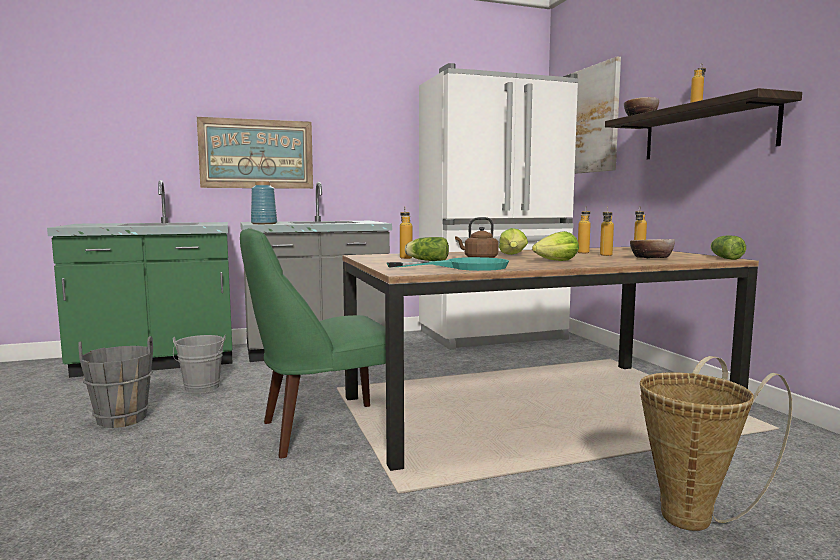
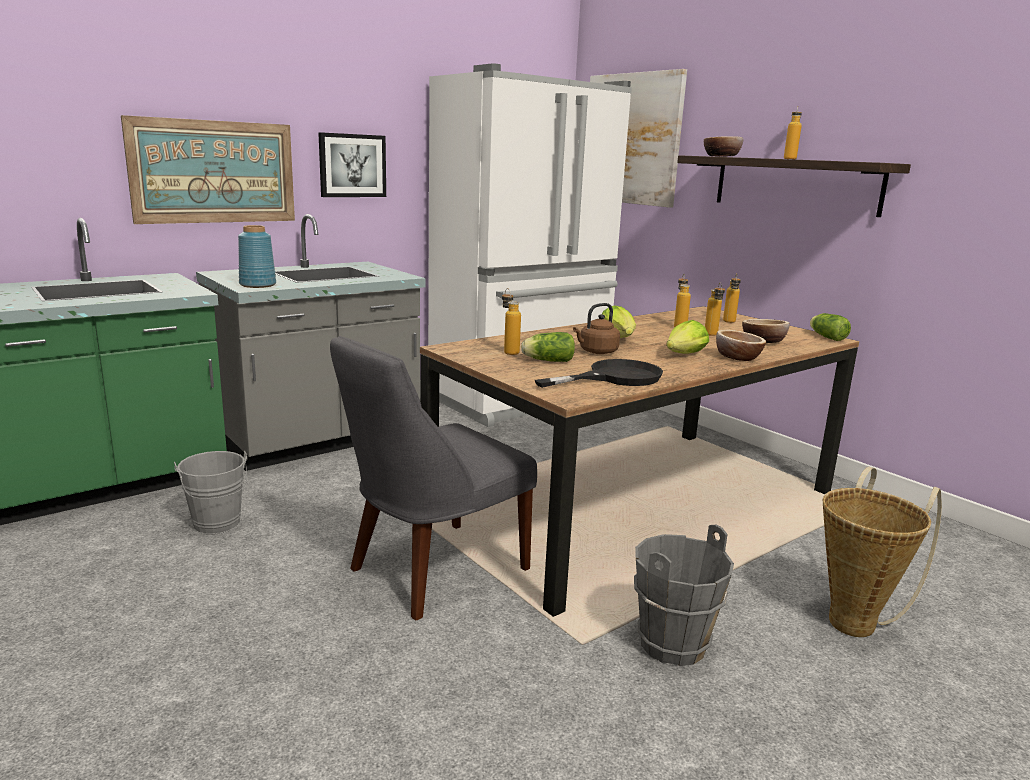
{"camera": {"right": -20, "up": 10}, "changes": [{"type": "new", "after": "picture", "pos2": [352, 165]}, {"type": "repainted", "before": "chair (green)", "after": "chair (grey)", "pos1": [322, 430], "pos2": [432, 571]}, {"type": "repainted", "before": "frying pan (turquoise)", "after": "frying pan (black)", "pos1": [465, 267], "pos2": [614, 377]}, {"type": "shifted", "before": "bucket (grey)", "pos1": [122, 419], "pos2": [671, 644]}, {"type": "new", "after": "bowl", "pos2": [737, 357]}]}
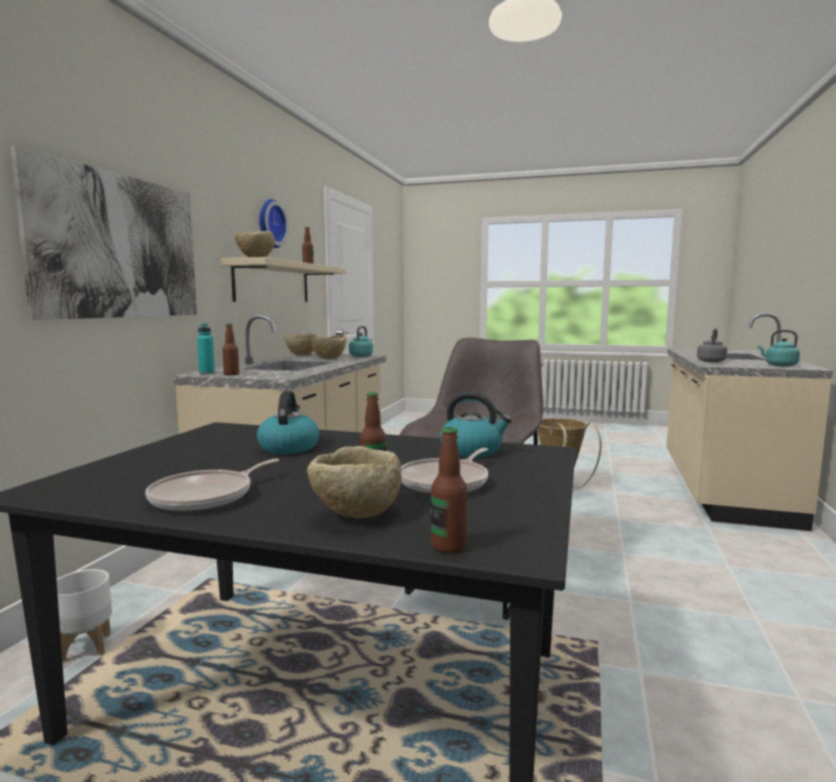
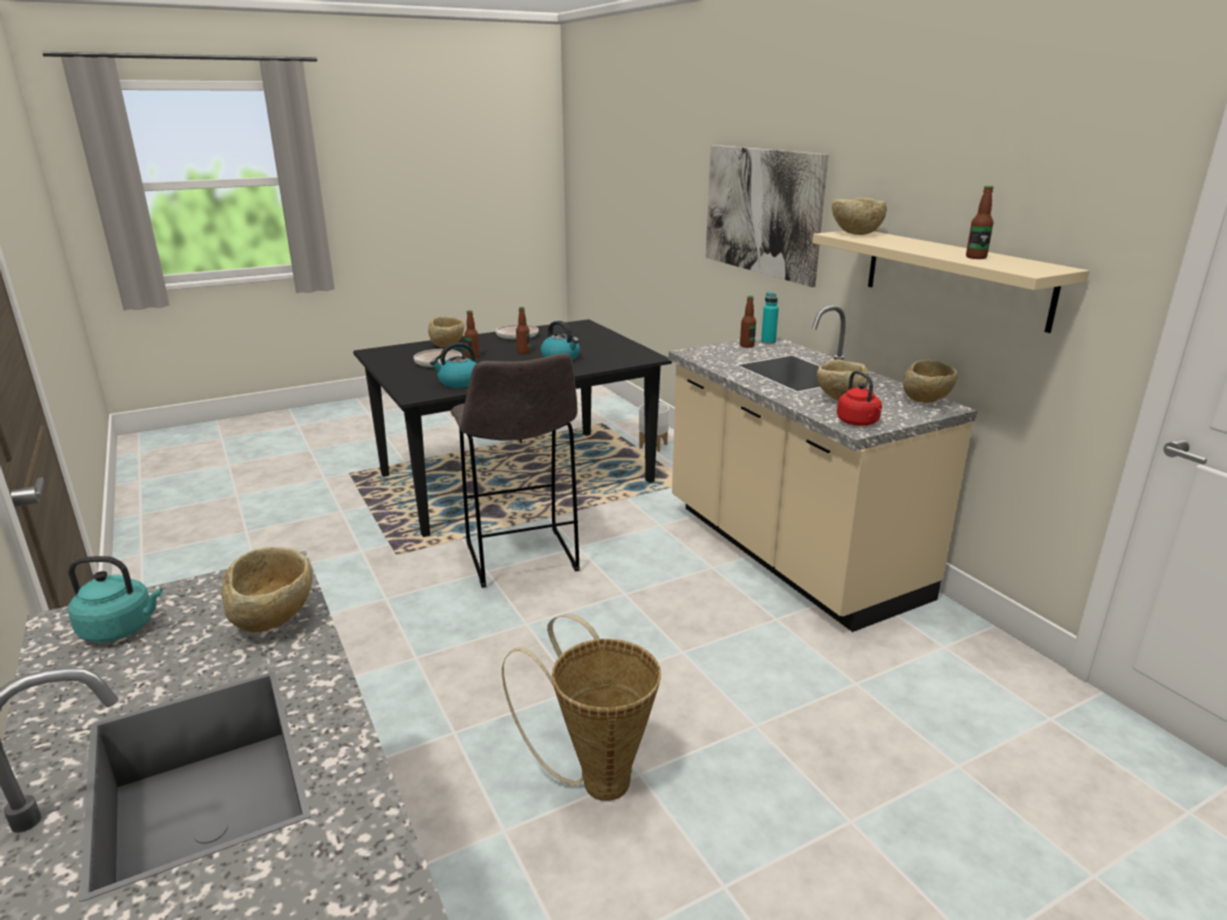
{"camera": {"right": 135, "up": 15}, "changes": [{"type": "swapped", "before": "kettle (grey)", "after": "bowl (beige)", "pos1": [711, 361], "pos2": [275, 621]}, {"type": "shifted", "before": "bottle", "pos1": [448, 546], "pos2": [523, 352]}, {"type": "repainted", "before": "kettle (turquoise)", "after": "kettle (red)", "pos1": [362, 356], "pos2": [859, 423]}, {"type": "gone", "before": "wall clock", "pos1": [270, 224]}]}
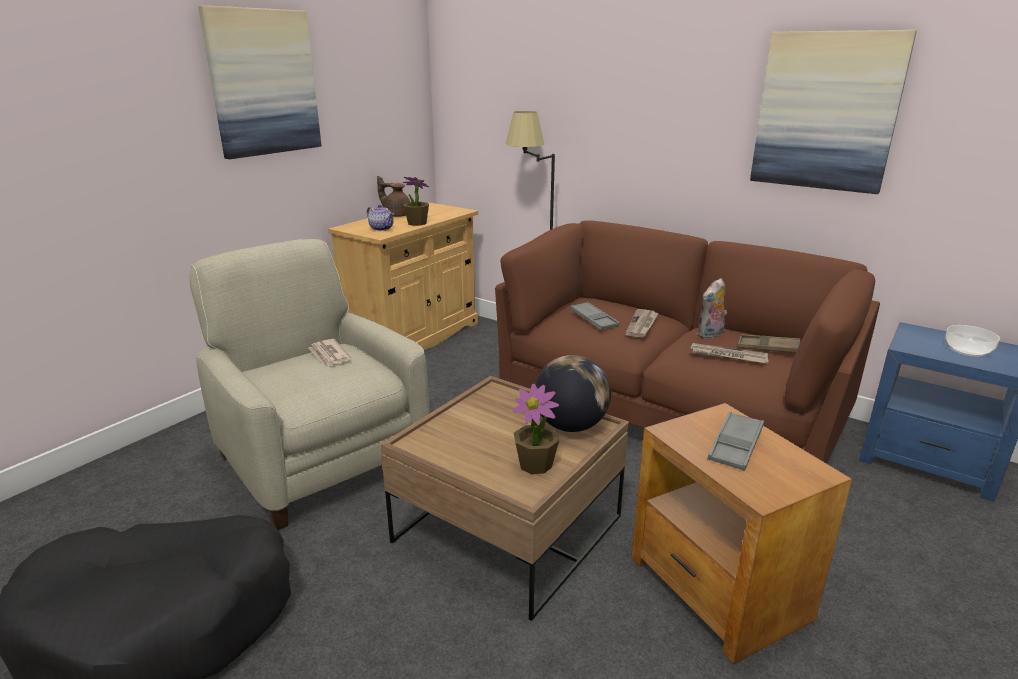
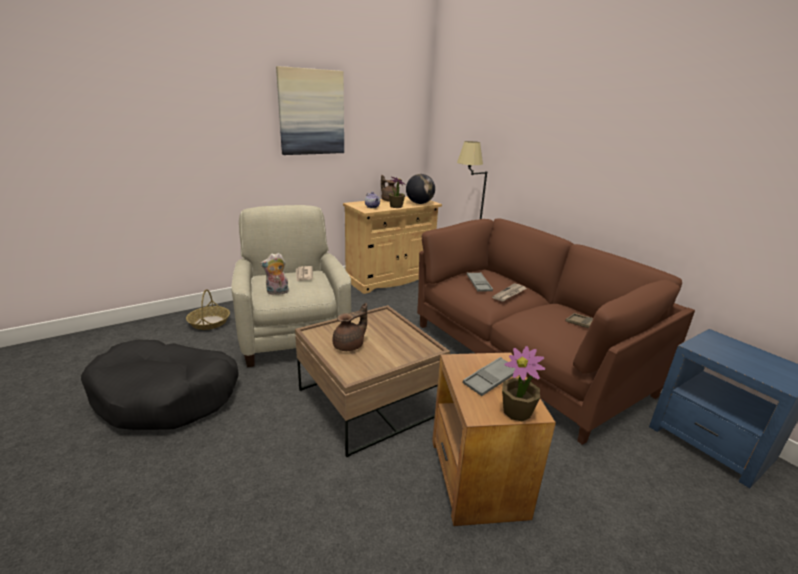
{"camera": {"right": 20, "up": 0}, "changes": [{"type": "new", "after": "basket", "pos2": [209, 322]}, {"type": "shifted", "before": "plush toy", "pos1": [710, 335], "pos2": [277, 292]}, {"type": "new", "after": "teapot (brown)", "pos2": [350, 345]}, {"type": "shifted", "before": "globe", "pos1": [570, 426], "pos2": [419, 203]}, {"type": "shifted", "before": "potted plant", "pos1": [536, 464], "pos2": [517, 412]}, {"type": "gone", "before": "newspaper", "pos1": [728, 356]}, {"type": "gone", "before": "picture", "pos1": [826, 112]}, {"type": "gone", "before": "bowl", "pos1": [968, 350]}]}
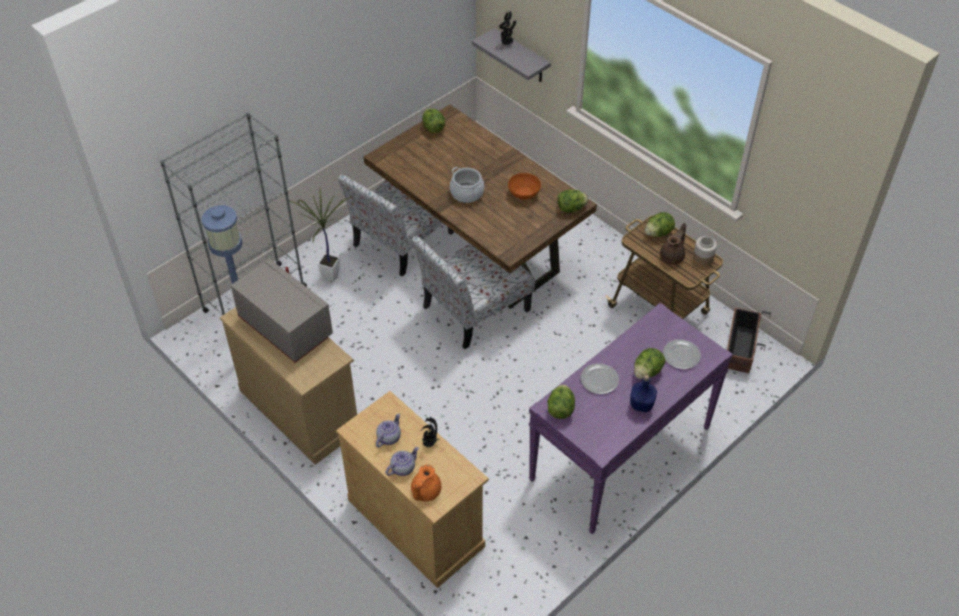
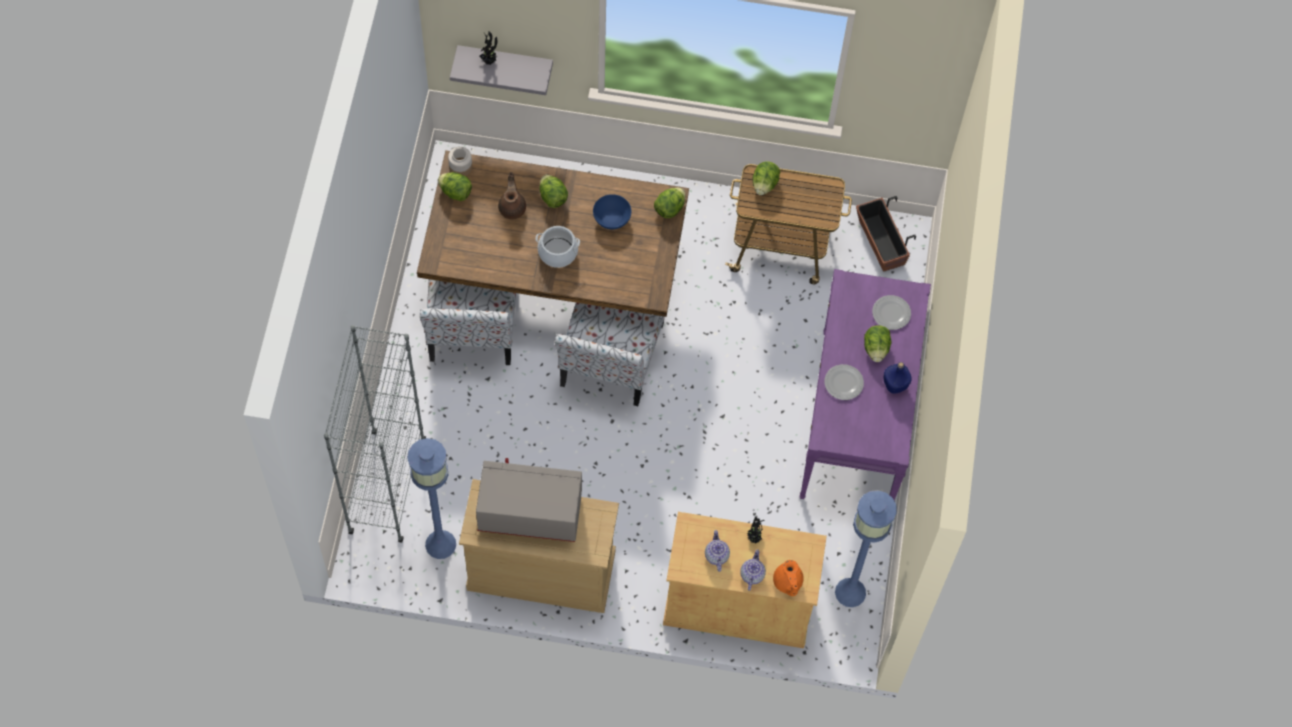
{"camera": {"right": -40, "up": 15}, "changes": [{"type": "shifted", "before": "jar", "pos1": [703, 257], "pos2": [460, 167]}, {"type": "shifted", "before": "teapot (brown)", "pos1": [672, 257], "pos2": [512, 207]}, {"type": "shifted", "before": "lettuce", "pos1": [560, 409], "pos2": [552, 197]}, {"type": "repainted", "before": "bowl (orange)", "after": "bowl (blue)", "pos1": [524, 193], "pos2": [611, 218]}, {"type": "new", "after": "floor lamp (blue)", "pos2": [850, 593]}, {"type": "gone", "before": "potted plant", "pos1": [329, 274]}]}
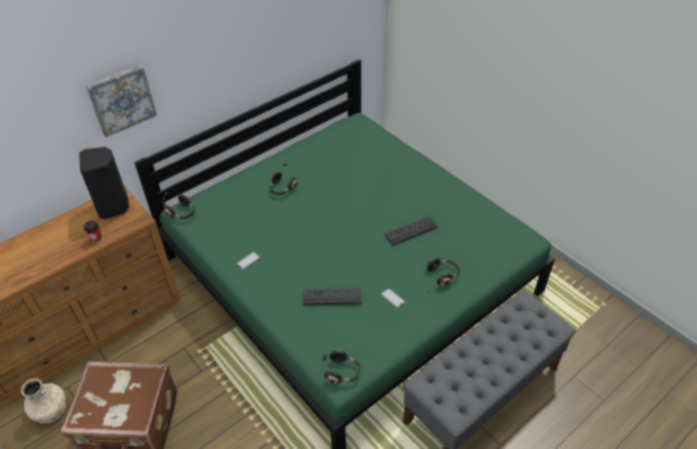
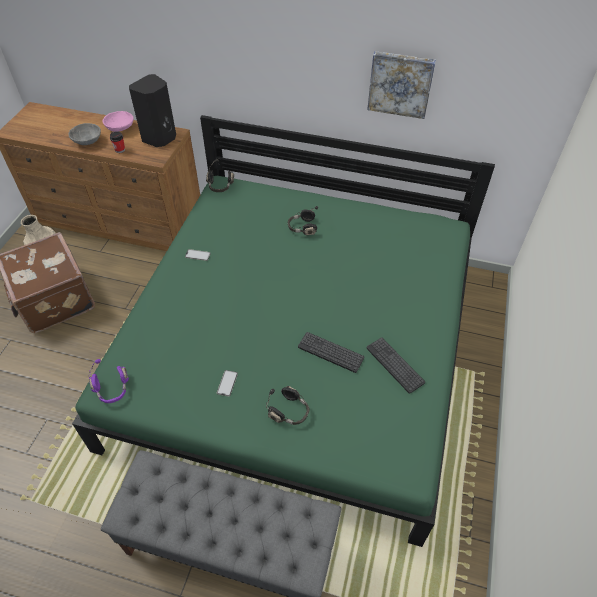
{"camera": {"right": 55, "up": 5}, "changes": [{"type": "new", "after": "bowl (grey)", "pos2": [87, 141]}, {"type": "repainted", "before": "headphones (black)", "after": "headphones (purple)", "pos1": [342, 372], "pos2": [112, 389]}, {"type": "new", "after": "bowl (pink)", "pos2": [120, 129]}, {"type": "shifted", "before": "picture", "pos1": [121, 99], "pos2": [400, 84]}, {"type": "shifted", "before": "keyboard", "pos1": [332, 297], "pos2": [395, 365]}]}
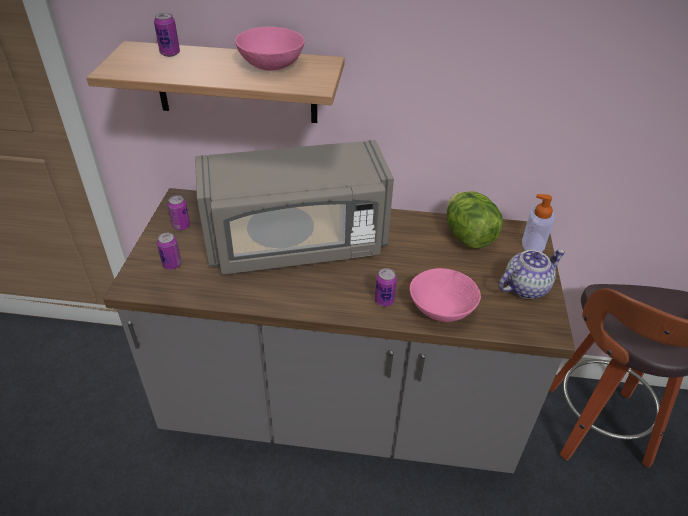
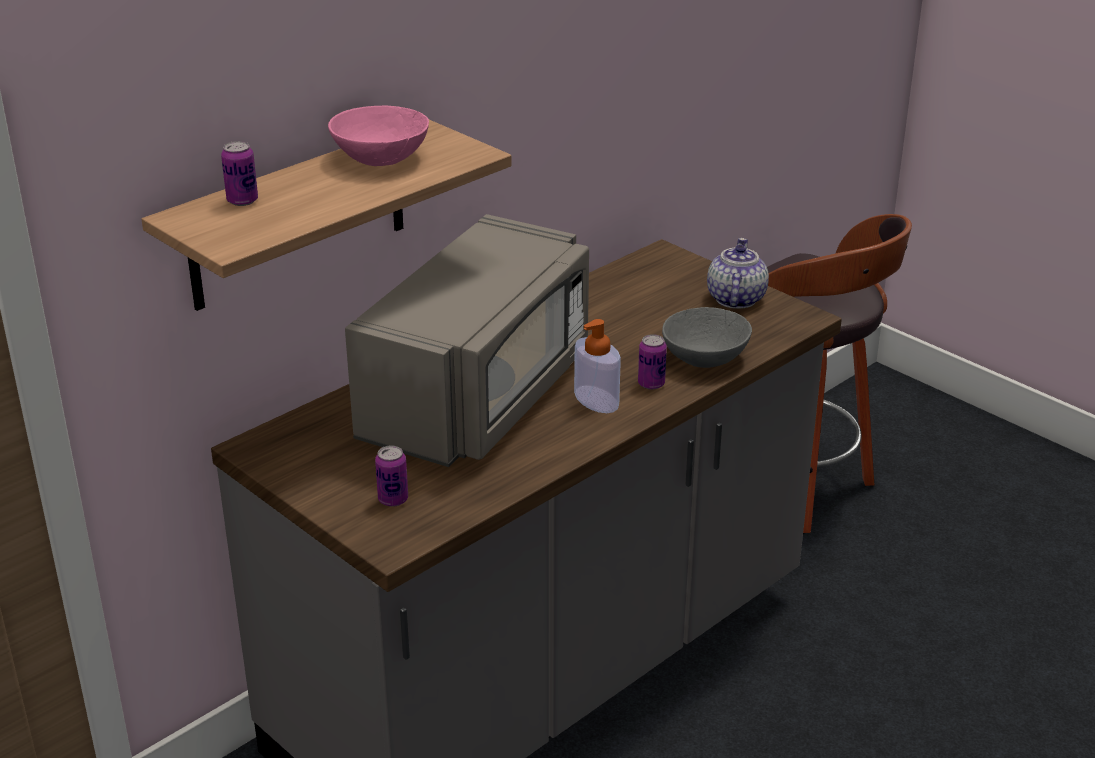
{"camera": {"right": -50, "up": -10}, "changes": [{"type": "shifted", "before": "soap dispenser", "pos1": [533, 243], "pos2": [596, 400]}, {"type": "repainted", "before": "bowl (pink)", "after": "bowl (grey)", "pos1": [442, 309], "pos2": [706, 357]}, {"type": "gone", "before": "can", "pos1": [181, 226]}, {"type": "gone", "before": "lettuce", "pos1": [468, 236]}]}
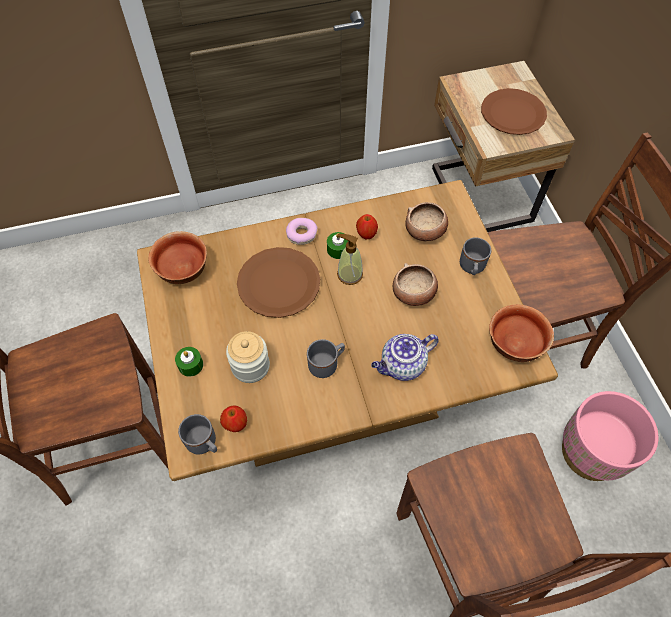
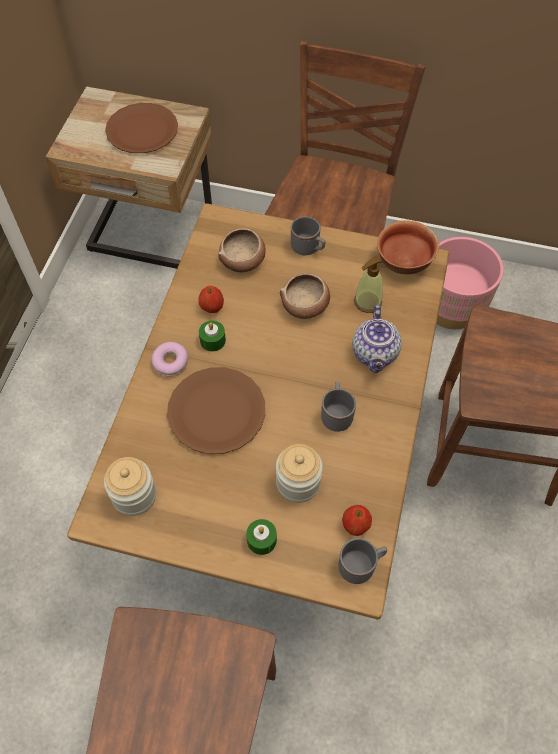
{"camera": {"right": -60, "up": 0}, "changes": [{"type": "swapped", "before": "bowl", "after": "jar", "pos1": [184, 270], "pos2": [134, 495]}, {"type": "shifted", "before": "soap dispenser", "pos1": [349, 274], "pos2": [367, 302]}]}
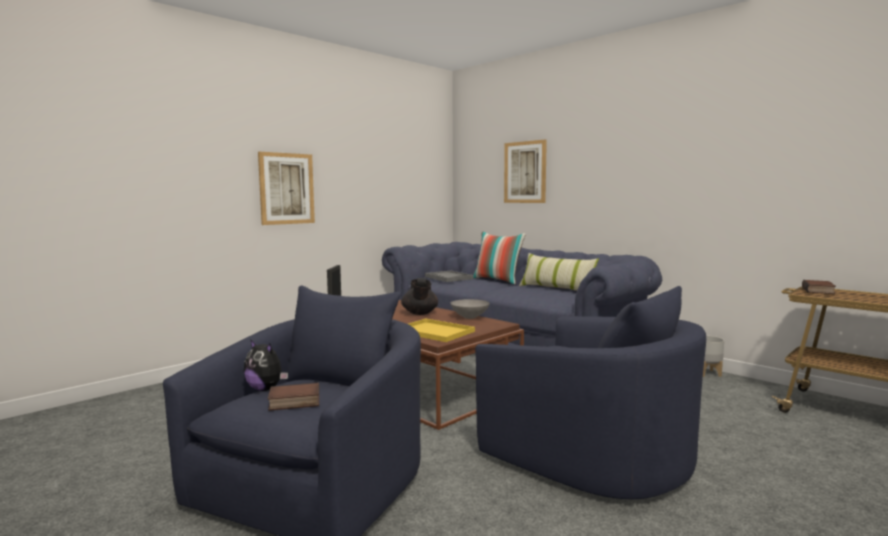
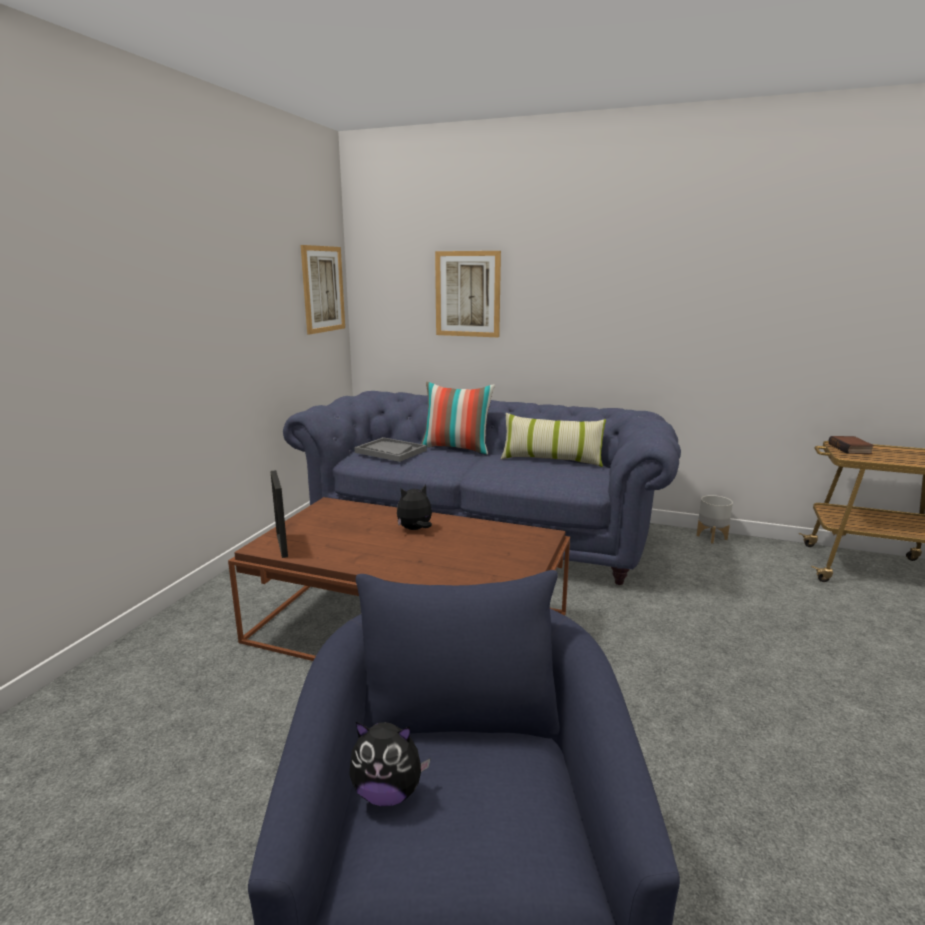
{"camera": {"right": -25, "up": 10}, "changes": [{"type": "shifted", "before": "picture", "pos1": [286, 188], "pos2": [323, 289]}, {"type": "swapped", "before": "teapot (black)", "after": "plush toy", "pos1": [420, 313], "pos2": [415, 529]}, {"type": "gone", "before": "book", "pos1": [293, 402]}, {"type": "gone", "before": "tray (yellow)", "pos1": [433, 331]}, {"type": "gone", "before": "bowl (grey)", "pos1": [469, 317]}, {"type": "gone", "before": "armchair (blue)", "pos1": [591, 453]}]}
